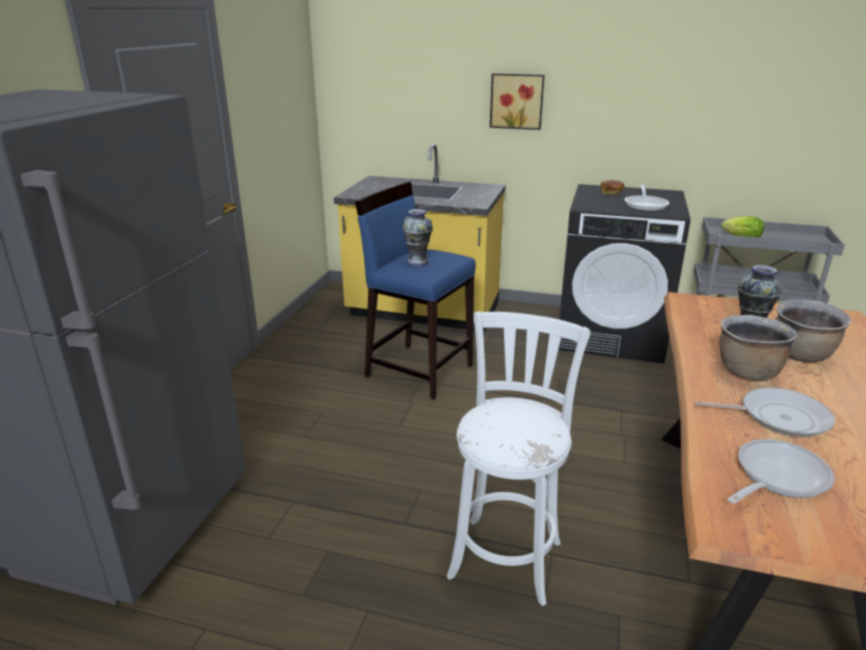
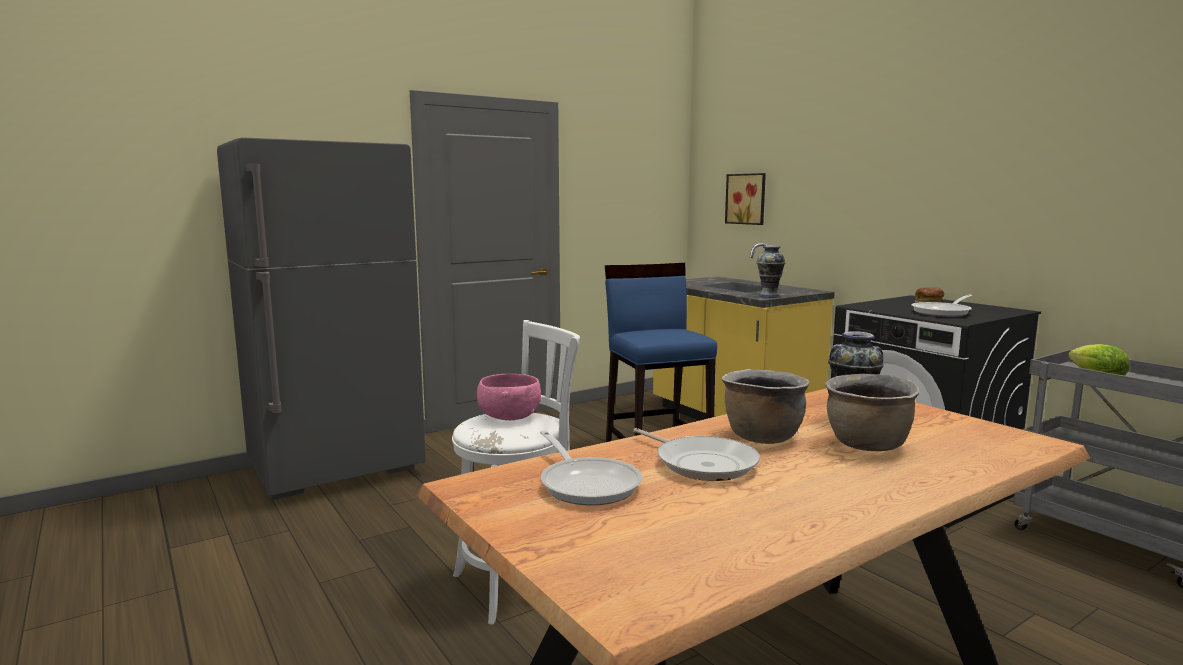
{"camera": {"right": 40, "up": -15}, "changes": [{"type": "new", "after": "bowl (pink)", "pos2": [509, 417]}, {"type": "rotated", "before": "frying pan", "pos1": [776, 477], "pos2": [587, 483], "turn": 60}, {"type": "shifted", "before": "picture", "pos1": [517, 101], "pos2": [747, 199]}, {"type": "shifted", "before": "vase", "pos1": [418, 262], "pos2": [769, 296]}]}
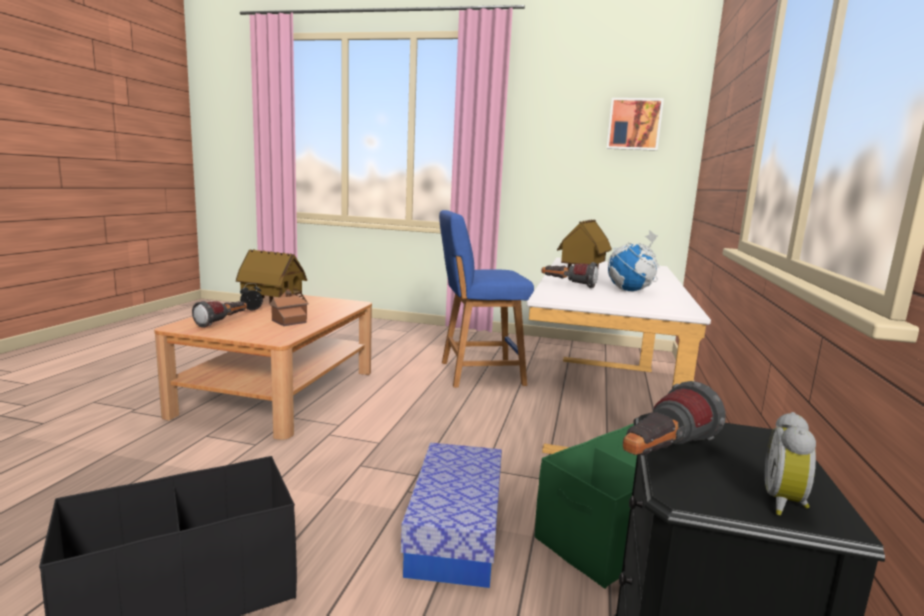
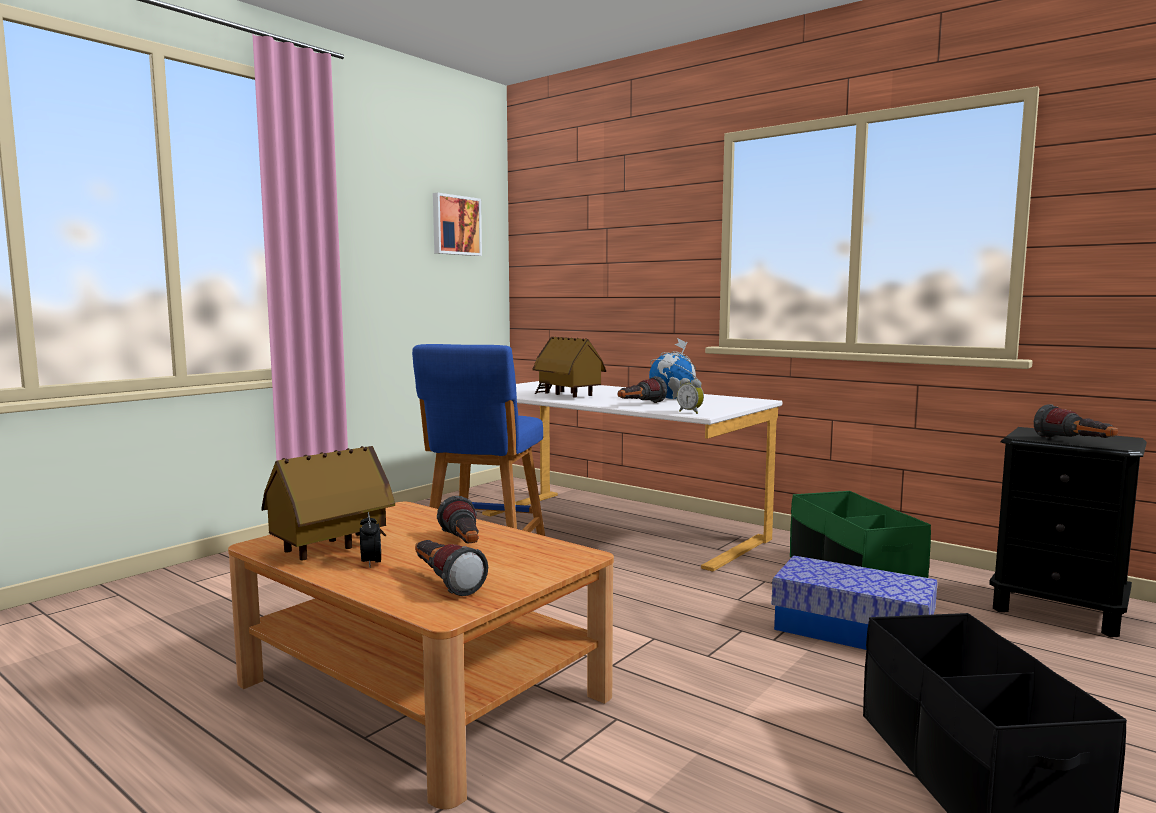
{"camera": {"right": -65, "up": -5}, "changes": [{"type": "swapped", "before": "toy house", "after": "flashlight", "pos1": [289, 319], "pos2": [464, 545]}, {"type": "shifted", "before": "alarm clock", "pos1": [786, 503], "pos2": [690, 412]}]}
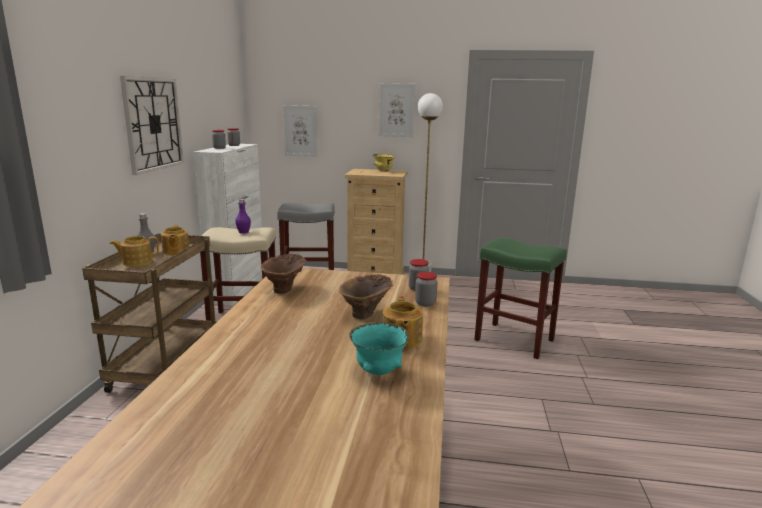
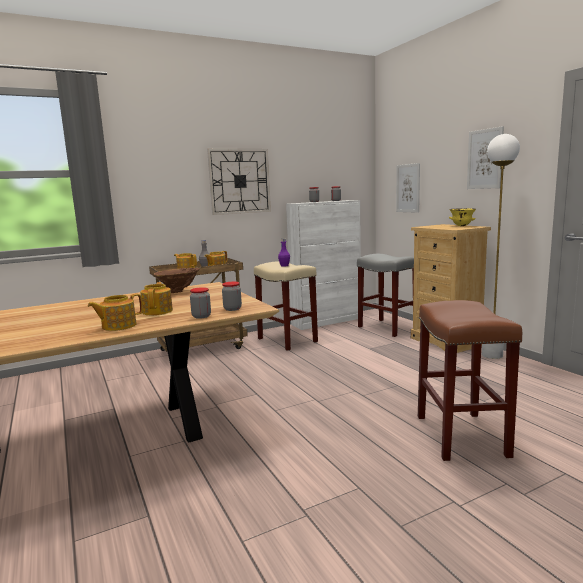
{"camera": {"right": 55, "up": -5}, "changes": [{"type": "swapped", "before": "vase (brown)", "after": "teapot", "pos1": [367, 313], "pos2": [158, 311]}, {"type": "repainted", "before": "stool (green)", "after": "stool (brown)", "pos1": [515, 340], "pos2": [462, 436]}, {"type": "gone", "before": "bowl (turquoise)", "pos1": [379, 371]}]}
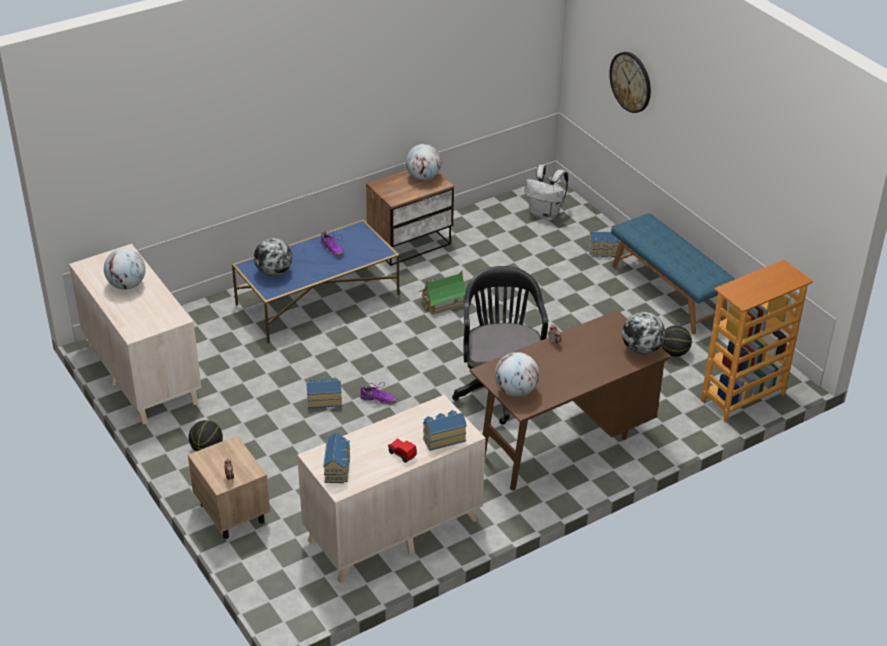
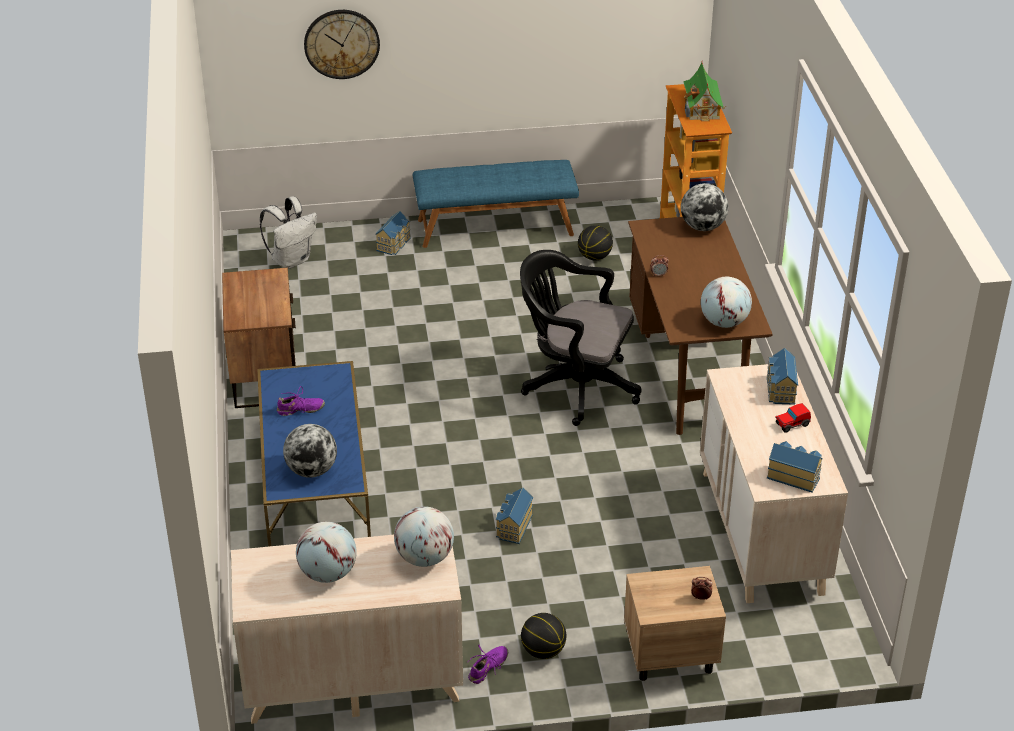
{"camera": {"right": -65, "up": 0}, "changes": [{"type": "shifted", "before": "globe", "pos1": [423, 177], "pos2": [424, 558]}, {"type": "shifted", "before": "shoe (purple)", "pos1": [377, 399], "pos2": [488, 668]}, {"type": "shifted", "before": "toy house", "pos1": [443, 303], "pos2": [702, 108]}]}
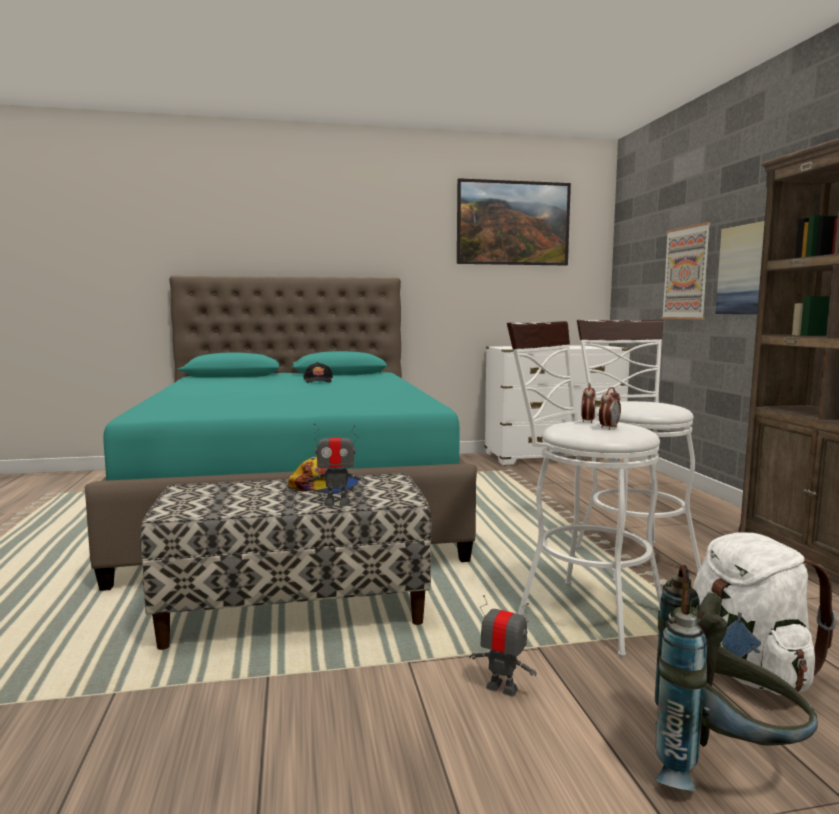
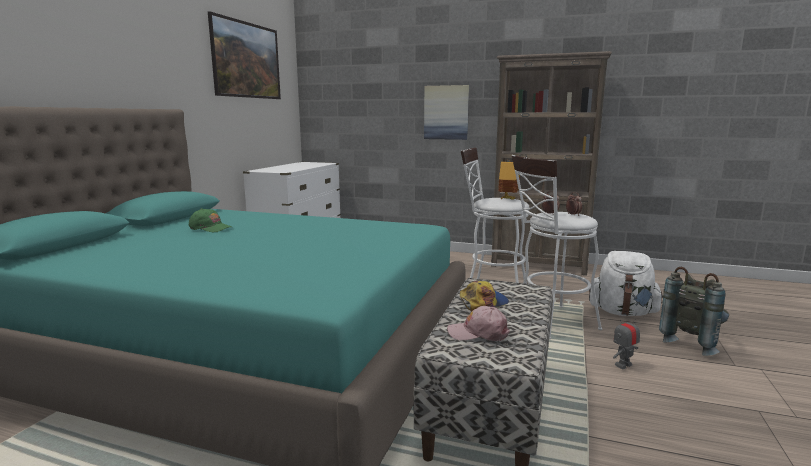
{"camera": {"right": -60, "up": 5}, "changes": [{"type": "repainted", "before": "cap (black)", "after": "cap (green)", "pos1": [318, 381], "pos2": [210, 228]}, {"type": "new", "after": "cap (pink)", "pos2": [478, 333]}, {"type": "new", "after": "toy house", "pos2": [508, 199]}, {"type": "gone", "before": "toy robot", "pos1": [336, 503]}, {"type": "gone", "before": "picture", "pos1": [686, 273]}]}
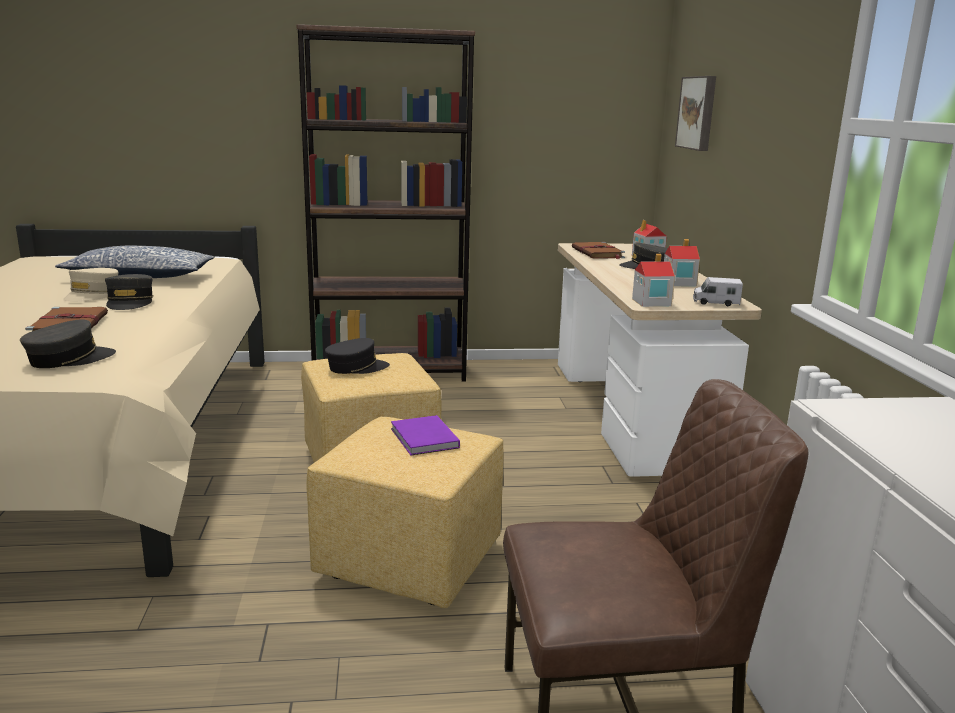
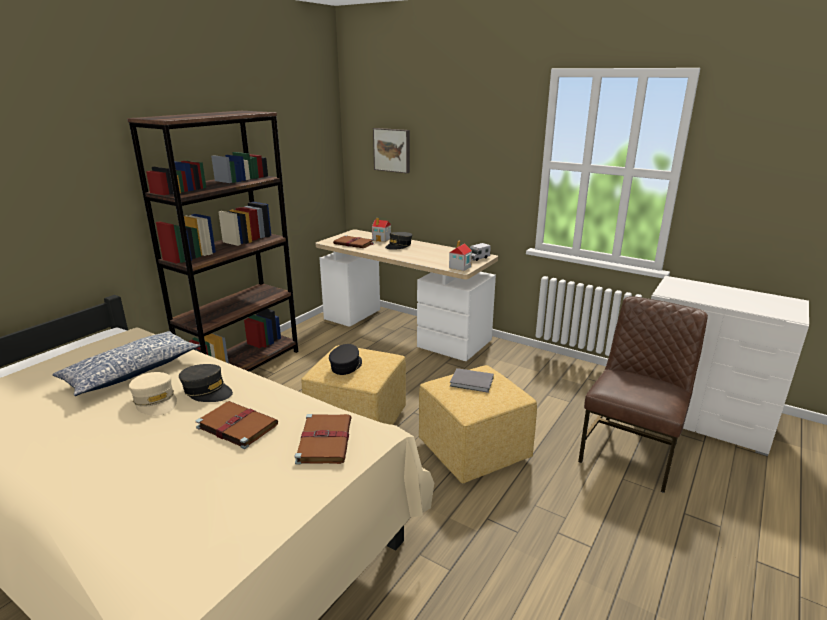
{"camera": {"right": -50, "up": 5}, "changes": [{"type": "swapped", "before": "cap (grey)", "after": "book (brown)", "pos1": [69, 359], "pos2": [324, 440]}, {"type": "repainted", "before": "book (purple)", "after": "book (grey)", "pos1": [424, 439], "pos2": [472, 382]}, {"type": "gone", "before": "toy house", "pos1": [678, 283]}]}
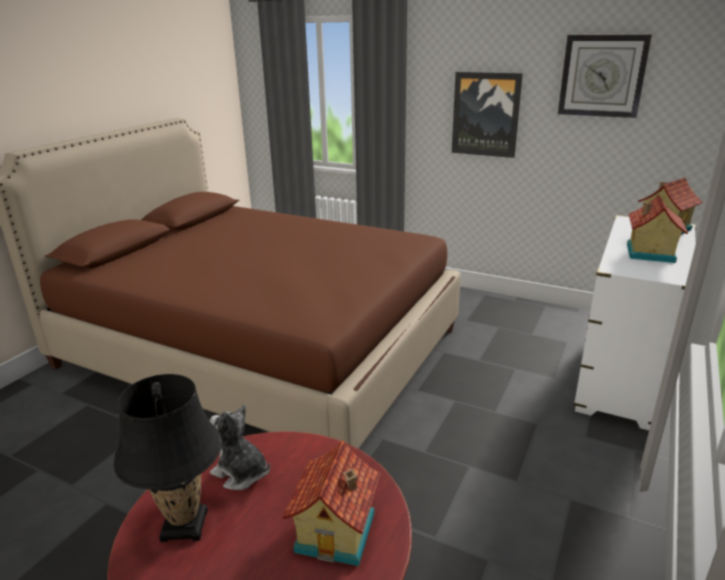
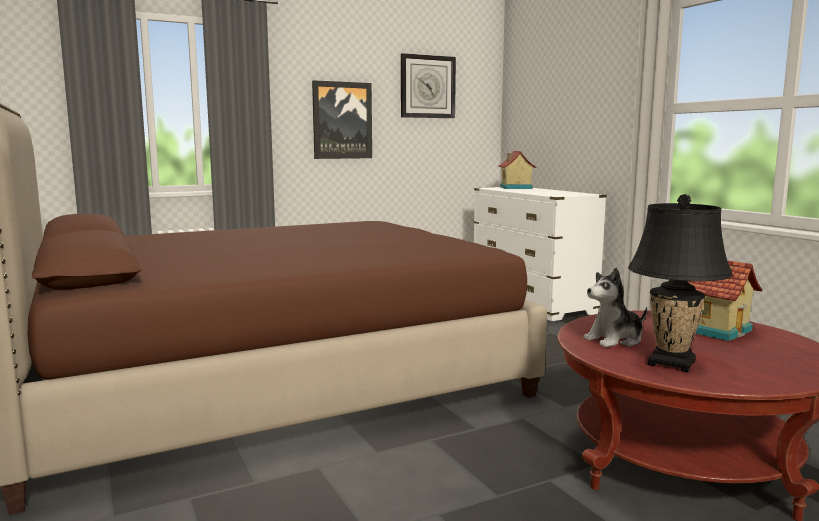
{"camera": {"right": -55, "up": -15}, "changes": [{"type": "gone", "before": "toy house", "pos1": [648, 253]}]}
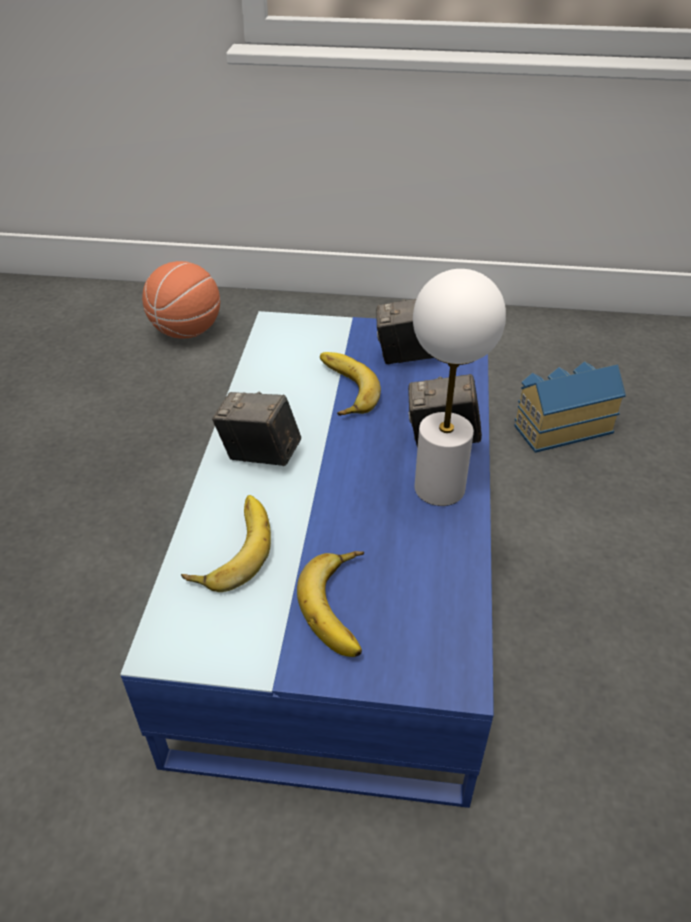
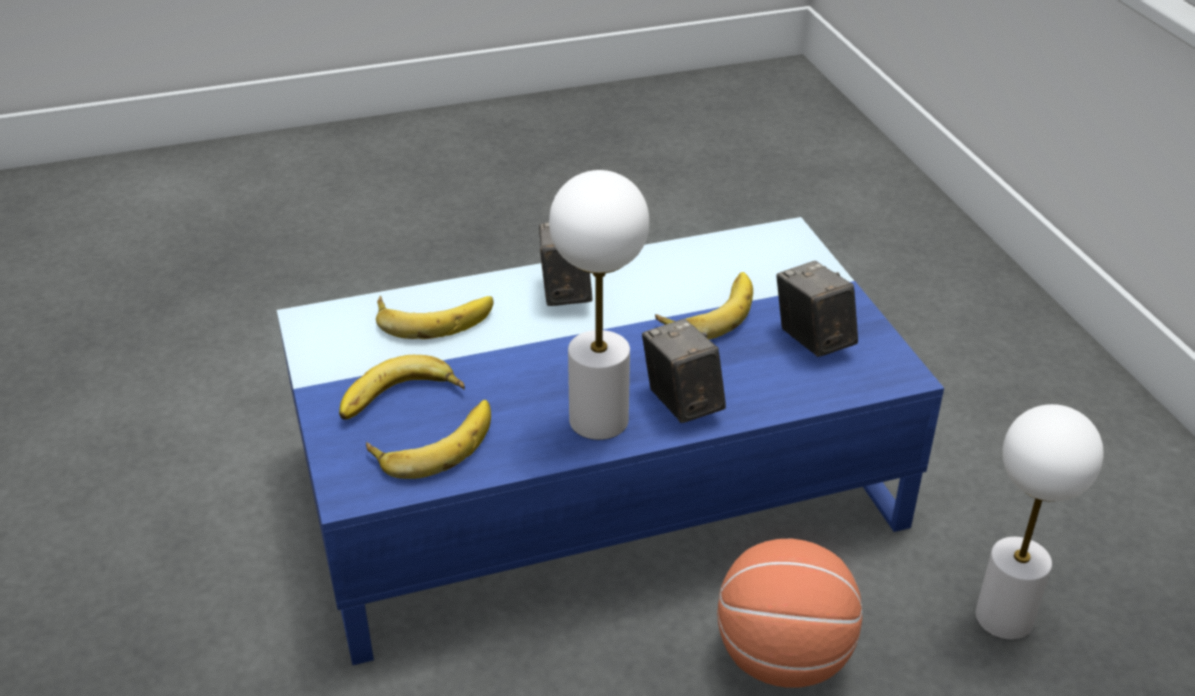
{"camera": {"right": 65, "up": -5}, "changes": [{"type": "new", "after": "banana", "pos2": [433, 442]}, {"type": "shifted", "before": "basketball", "pos1": [187, 331], "pos2": [783, 657]}, {"type": "swapped", "before": "toy house", "after": "table lamp (white)", "pos1": [559, 426], "pos2": [1004, 617]}]}
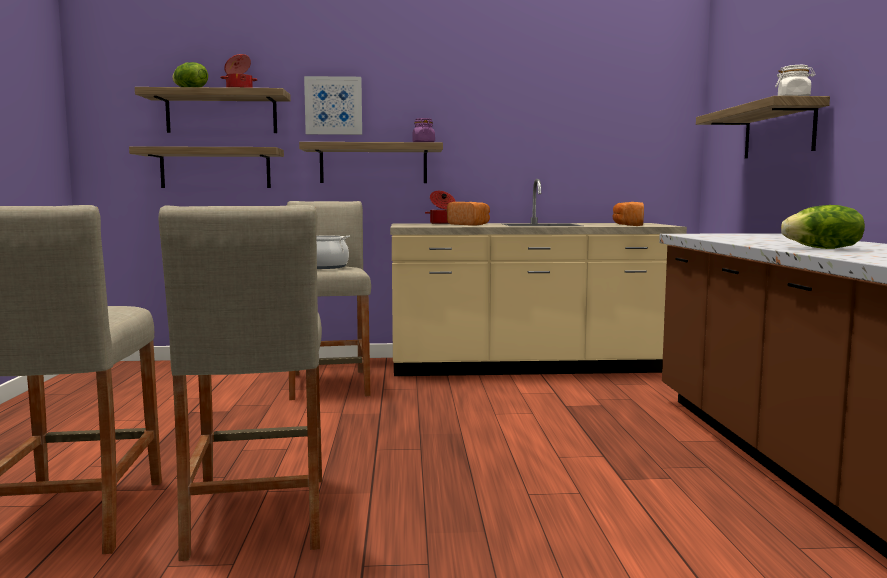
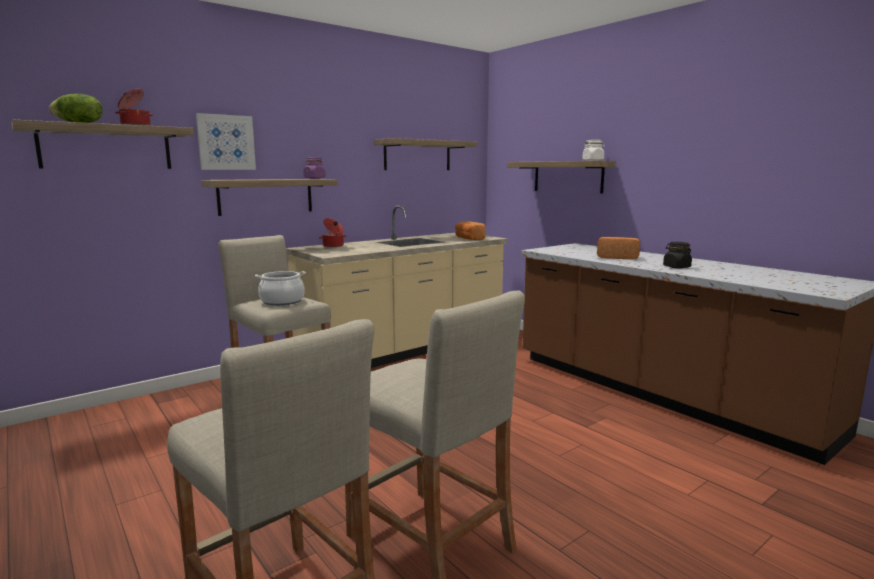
{"camera": {"right": -35, "up": 5}, "changes": [{"type": "shifted", "before": "shelf", "pos1": [215, 168], "pos2": [417, 155]}, {"type": "shifted", "before": "bread", "pos1": [469, 225], "pos2": [617, 257]}, {"type": "swapped", "before": "lettuce", "after": "jar (black)", "pos1": [823, 248], "pos2": [676, 267]}]}
